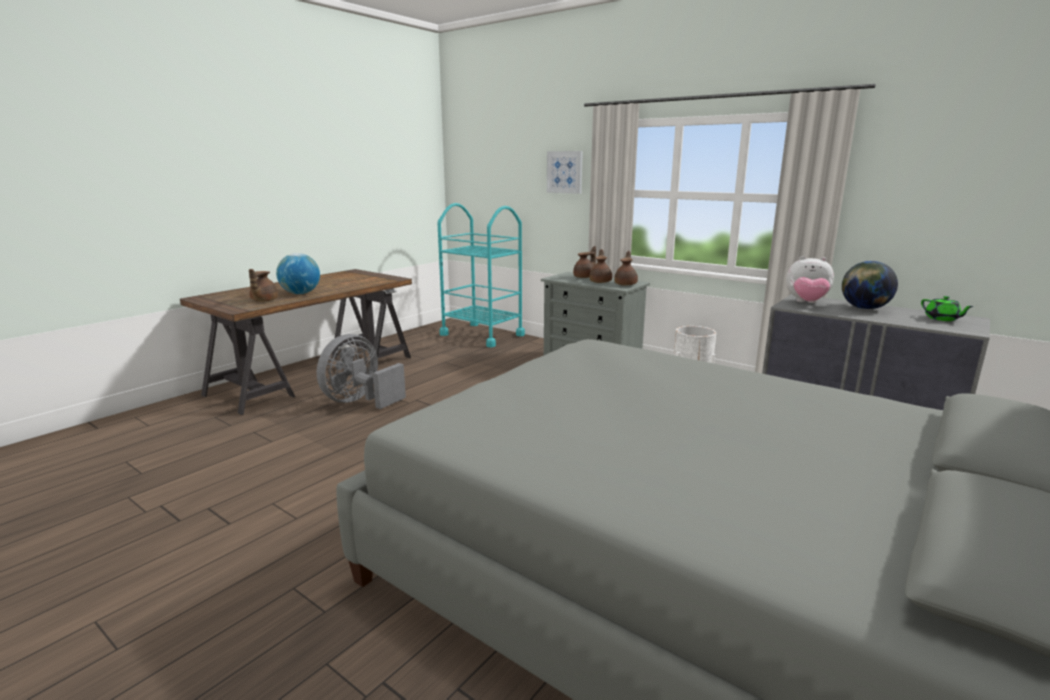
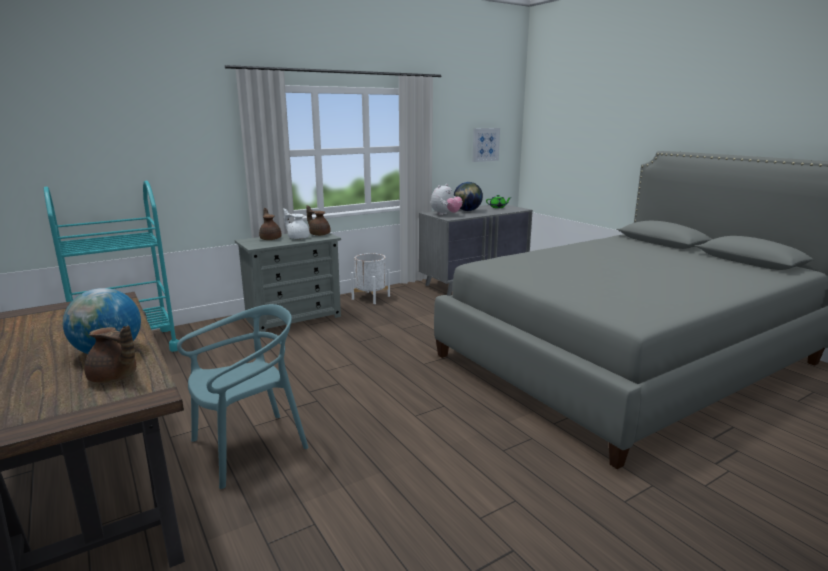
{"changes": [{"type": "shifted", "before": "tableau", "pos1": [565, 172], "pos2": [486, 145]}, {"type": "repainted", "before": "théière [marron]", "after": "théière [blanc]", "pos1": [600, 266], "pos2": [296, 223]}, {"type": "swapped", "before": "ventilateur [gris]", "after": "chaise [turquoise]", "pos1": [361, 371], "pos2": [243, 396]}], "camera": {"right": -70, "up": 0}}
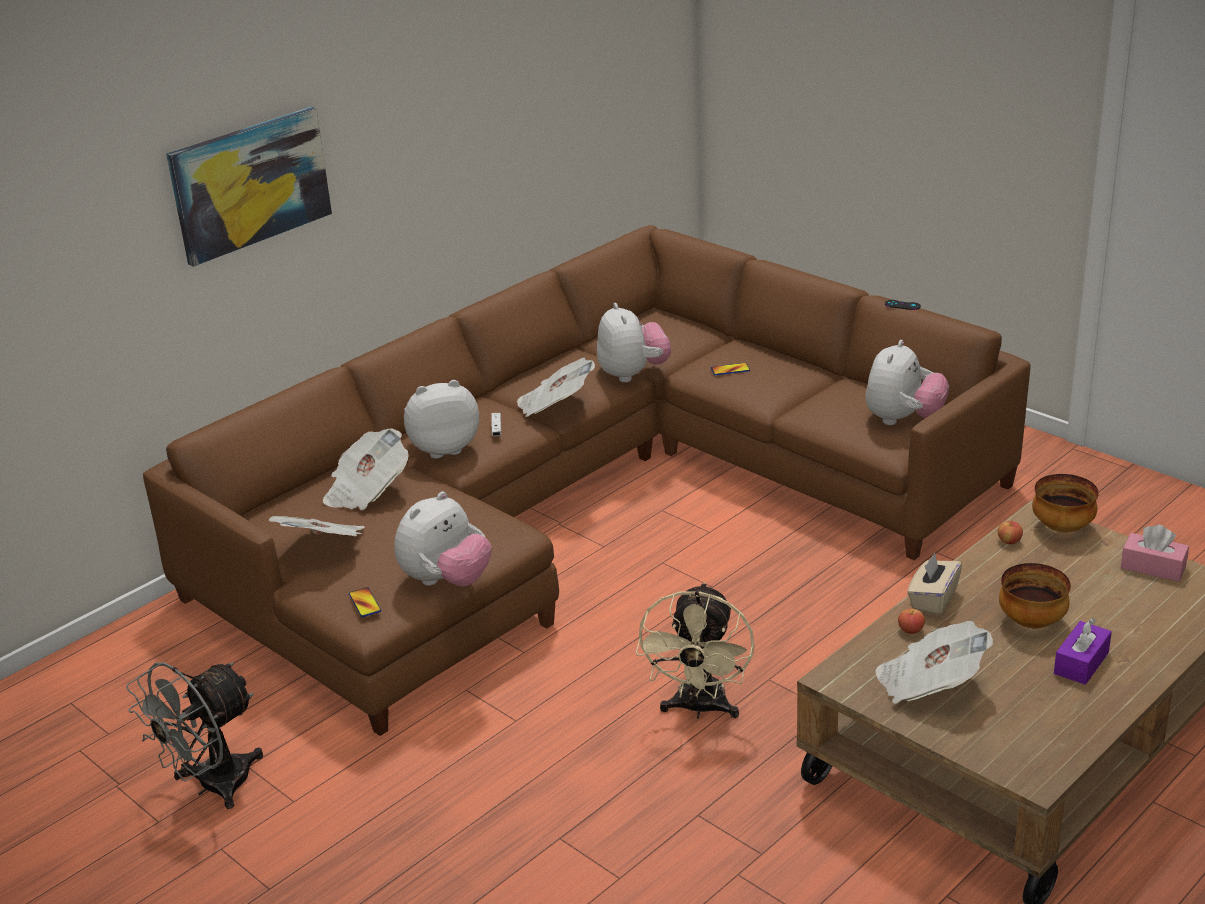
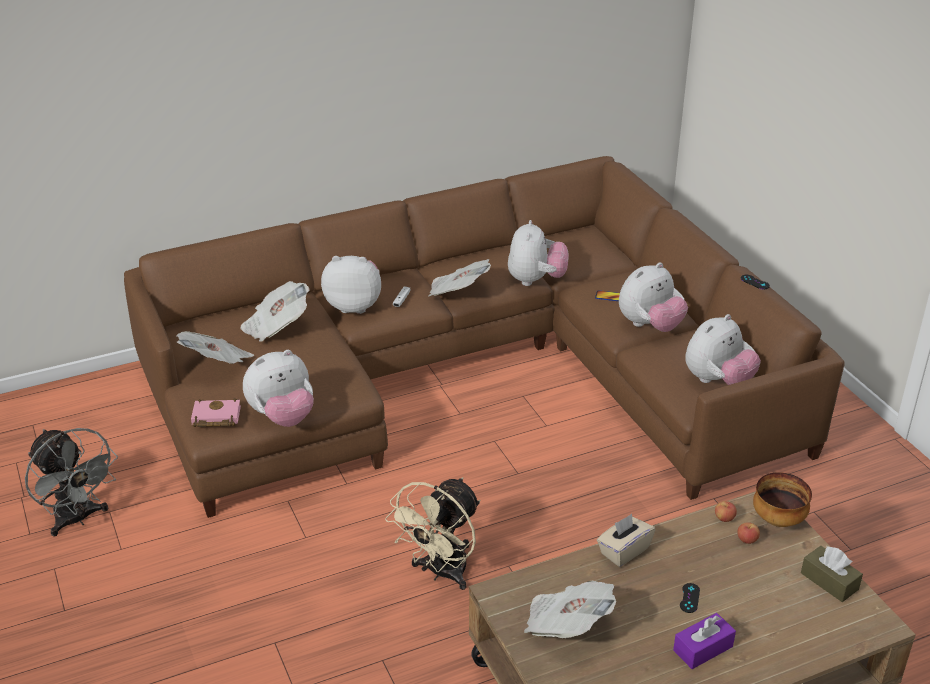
{"changes": [{"type": "gone", "before": "tableau", "pos1": [249, 187]}, {"type": "repainted", "before": "boîte à mouchoirs [rose]", "after": "boîte à mouchoirs [marron]", "pos1": [1155, 553], "pos2": [832, 574]}, {"type": "swapped", "before": "bol", "after": "manette [noir]", "pos1": [1035, 596], "pos2": [690, 598]}, {"type": "swapped", "before": "téléphone", "after": "livre [rose]", "pos1": [365, 602], "pos2": [216, 412]}, {"type": "shifted", "before": "pomme", "pos1": [911, 621], "pos2": [748, 533]}, {"type": "rotated", "before": "ventilateur [gris]", "pos1": [194, 735], "pos2": [71, 482], "turn": -105}, {"type": "new", "after": "peluche", "pos2": [653, 297]}], "camera": {"right": 20, "up": 5}}
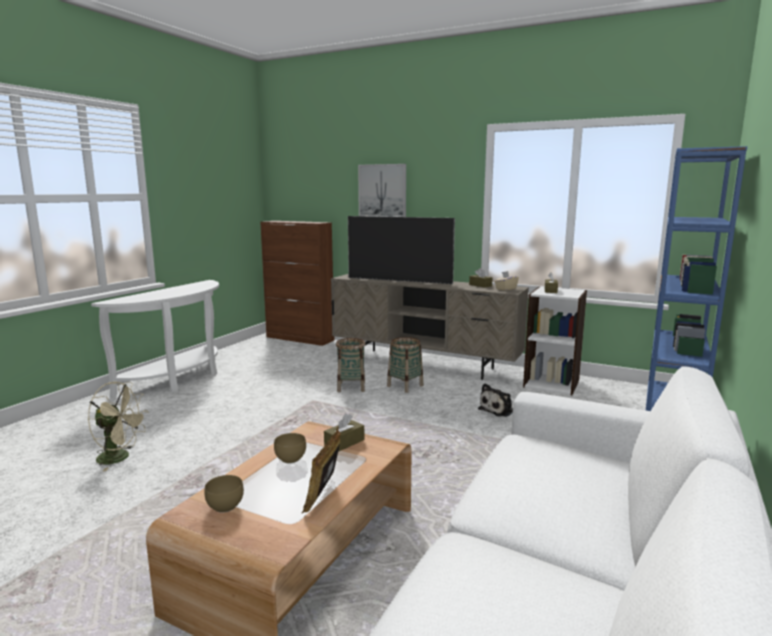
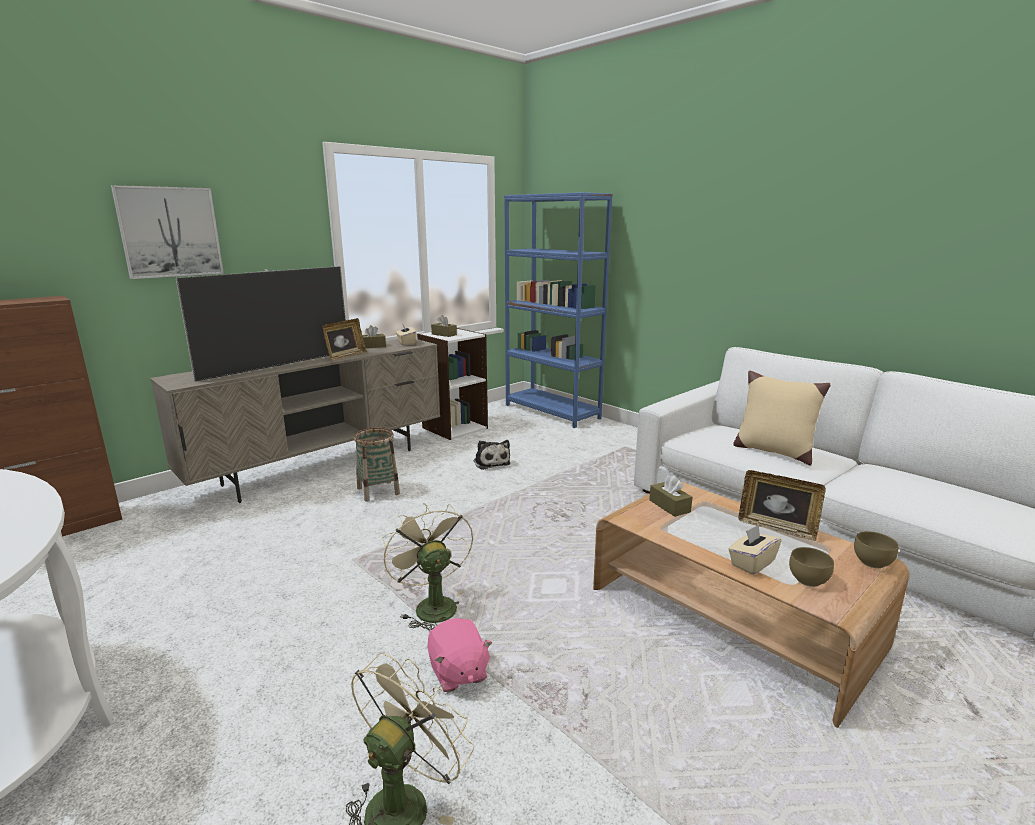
{"changes": [{"type": "gone", "before": "panier", "pos1": [351, 365]}, {"type": "shifted", "before": "bol [marron]", "pos1": [290, 448], "pos2": [876, 549]}, {"type": "new", "after": "cadre photo", "pos2": [344, 339]}, {"type": "new", "after": "coussin [beige]", "pos2": [781, 418]}, {"type": "new", "after": "ventilateur [beige]", "pos2": [427, 567]}, {"type": "new", "after": "boîte à mouchoirs [beige]", "pos2": [755, 549]}, {"type": "new", "after": "peluche [rose]", "pos2": [459, 655]}], "camera": {"right": -70, "up": 5}}
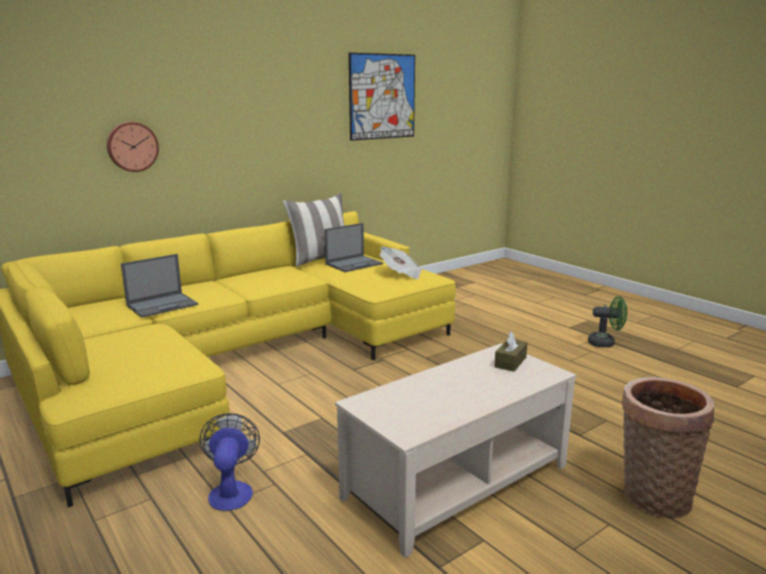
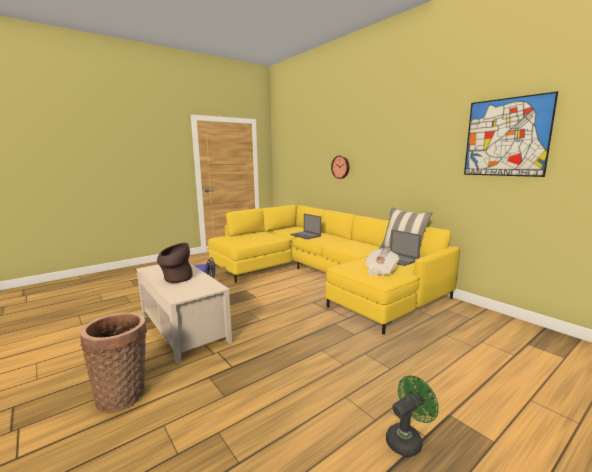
{"changes": [{"type": "rotated", "before": "ventilateur [vert]", "pos1": [607, 322], "pos2": [412, 416], "turn": -135}, {"type": "gone", "before": "boîte à mouchoirs [marron]", "pos1": [510, 351]}, {"type": "new", "after": "vase [marron]", "pos2": [175, 263]}], "camera": {"right": 90, "up": -5}}
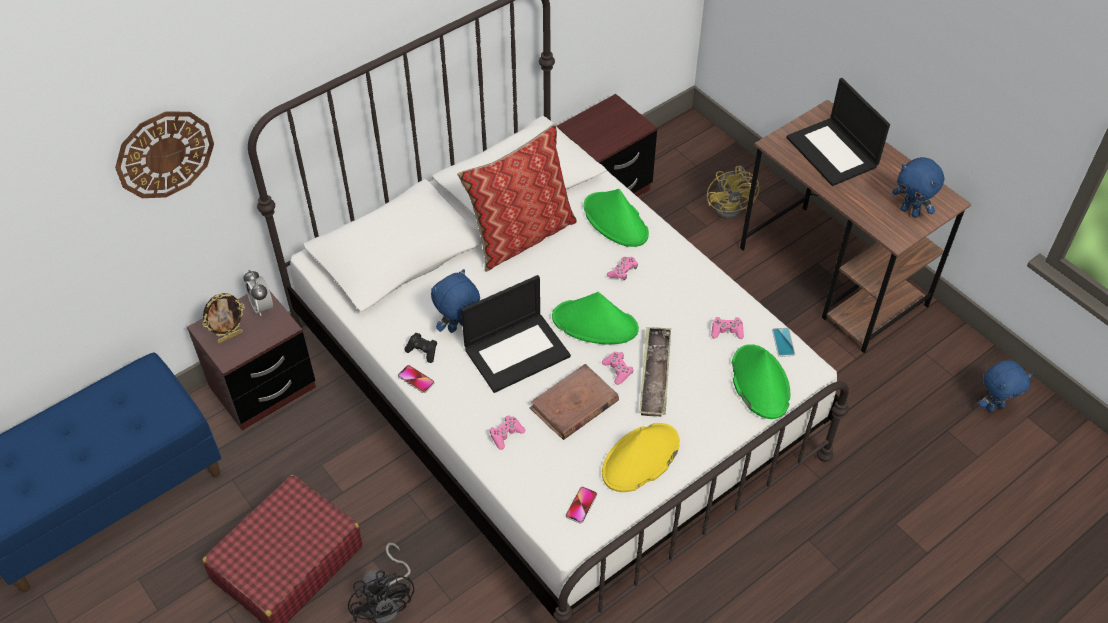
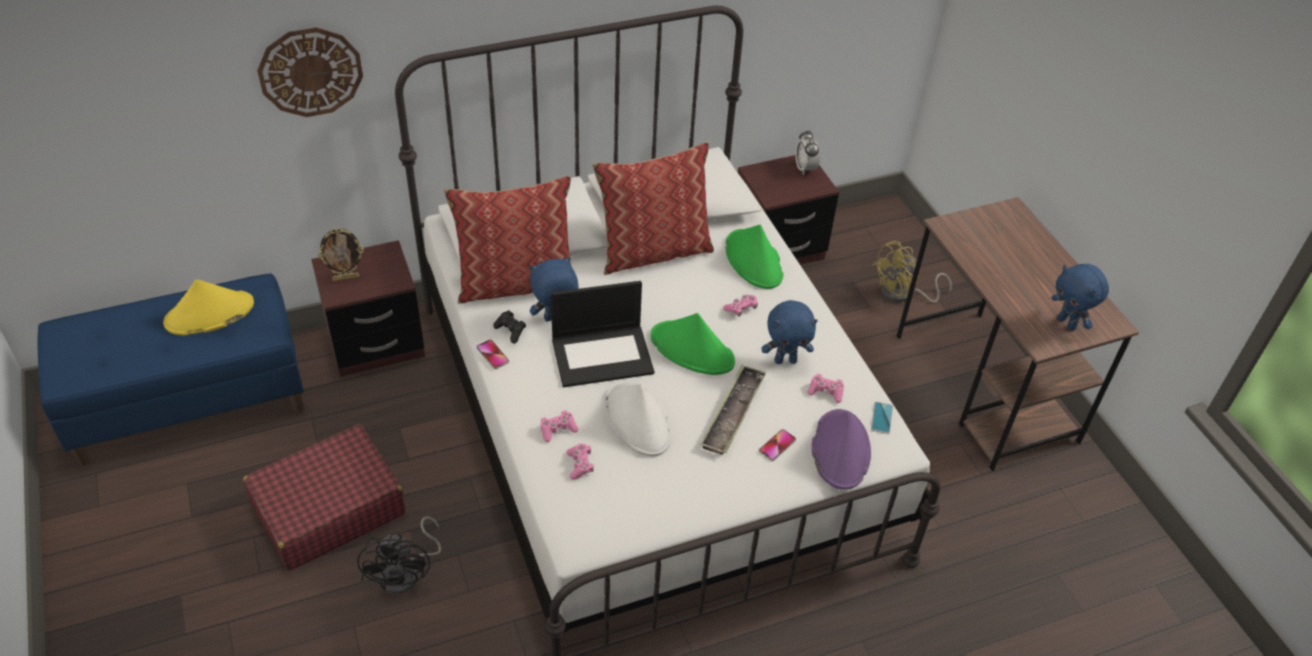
{"changes": [{"type": "gone", "before": "ordinateur portable", "pos1": [838, 132]}, {"type": "rotated", "before": "ventilateur [jaune]", "pos1": [733, 192], "pos2": [912, 272], "turn": 45}, {"type": "shifted", "before": "réveil", "pos1": [258, 293], "pos2": [808, 152]}, {"type": "repainted", "before": "chapeau [vert]", "after": "chapeau [violet]", "pos1": [761, 381], "pos2": [841, 449]}, {"type": "shifted", "before": "manette [rose]", "pos1": [617, 368], "pos2": [580, 461]}, {"type": "shifted", "before": "peluche [bleu]", "pos1": [1005, 386], "pos2": [790, 332]}, {"type": "swapped", "before": "livre [marron]", "after": "chapeau [blanc]", "pos1": [574, 402], "pos2": [638, 419]}, {"type": "shifted", "before": "chapeau [jaune]", "pos1": [641, 457], "pos2": [208, 307]}, {"type": "shifted", "before": "téléphone", "pos1": [581, 505], "pos2": [777, 445]}, {"type": "new", "after": "coussin", "pos2": [507, 239]}], "camera": {"right": 15, "up": -5}}
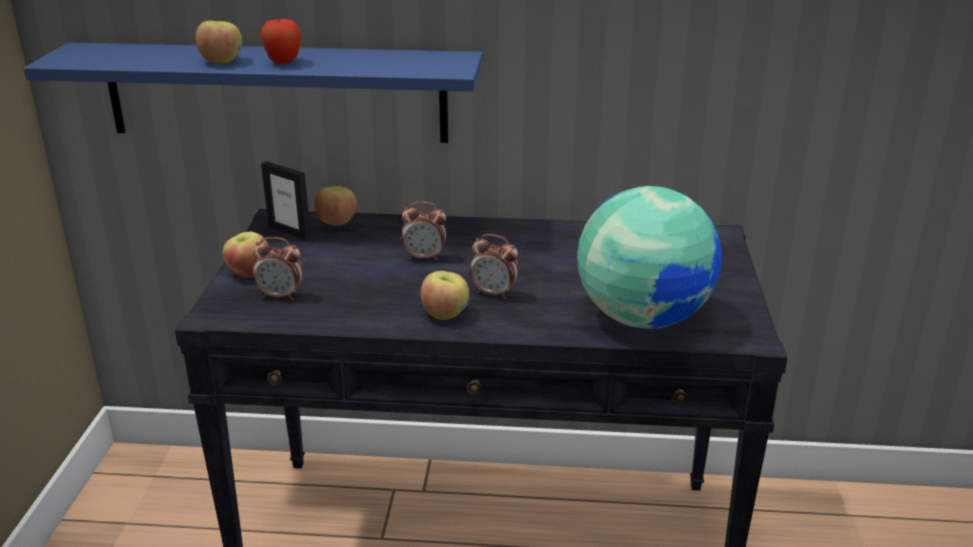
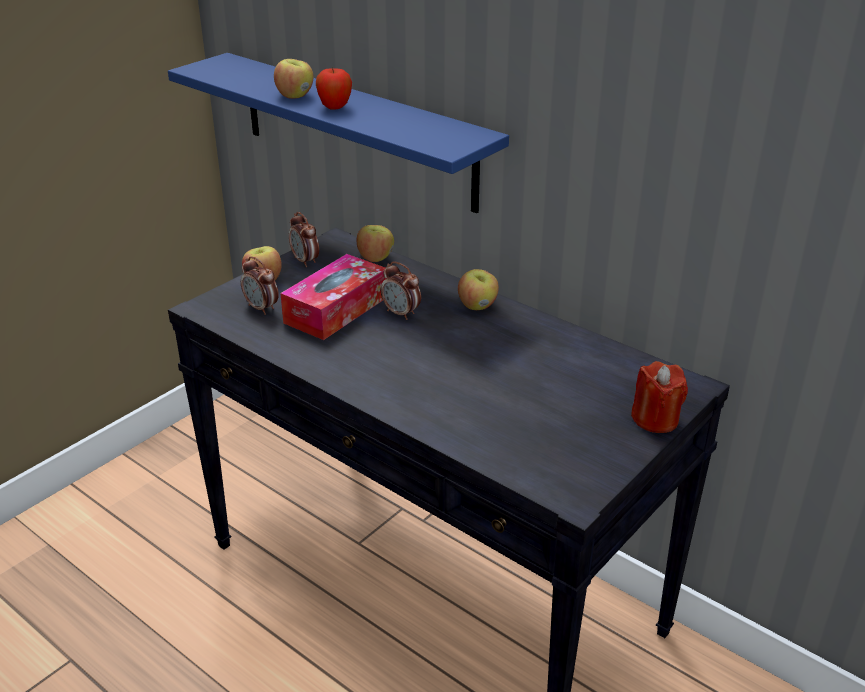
{"changes": [{"type": "gone", "before": "cadre photo", "pos1": [286, 200]}, {"type": "gone", "before": "globe", "pos1": [649, 257]}, {"type": "shifted", "before": "réveil", "pos1": [494, 266], "pos2": [304, 239]}, {"type": "shifted", "before": "pomme", "pos1": [445, 295], "pos2": [478, 289]}, {"type": "new", "after": "boîte à mouchoirs", "pos2": [333, 297]}, {"type": "new", "after": "bougie [rouge]", "pos2": [659, 397]}], "camera": {"right": 35, "up": 5}}
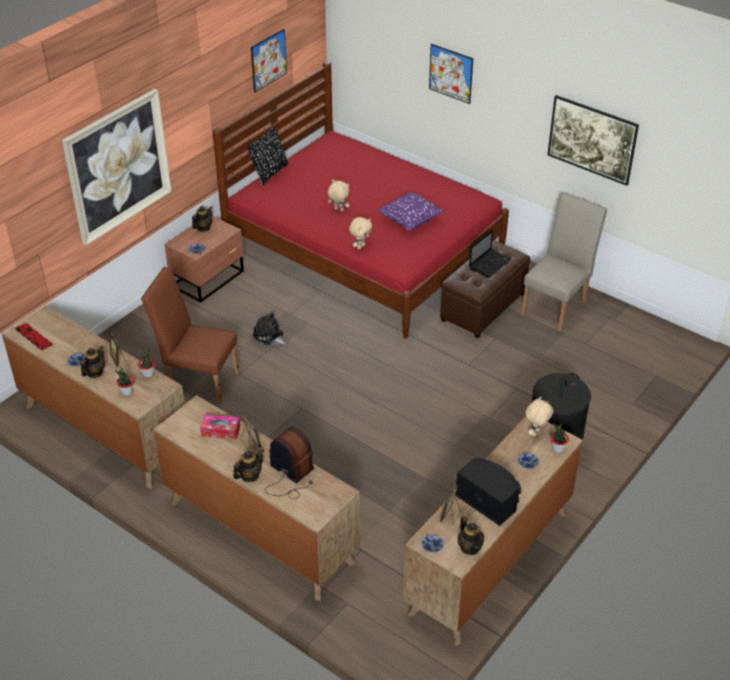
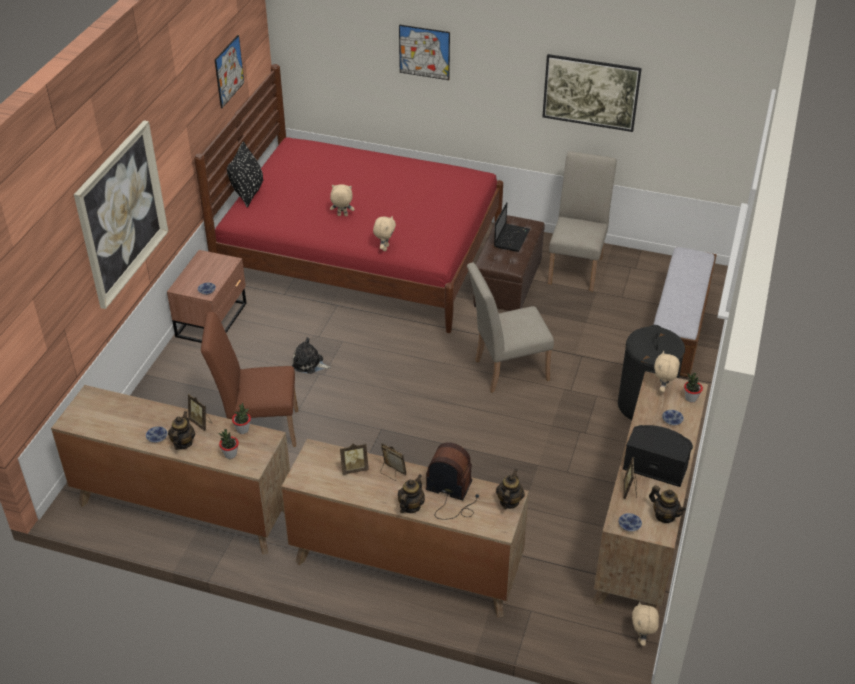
{"changes": [{"type": "gone", "before": "coussin [violet]", "pos1": [411, 211]}, {"type": "shifted", "before": "théière", "pos1": [202, 219], "pos2": [510, 489]}, {"type": "gone", "before": "clavier", "pos1": [34, 336]}, {"type": "swapped", "before": "boîte à mouchoirs", "after": "cadre photo", "pos1": [220, 427], "pos2": [354, 459]}, {"type": "new", "after": "banc", "pos2": [685, 312]}, {"type": "new", "after": "chaise [beige]", "pos2": [510, 327]}, {"type": "new", "after": "peluche [beige]", "pos2": [645, 624]}], "camera": {"right": -20, "up": 0}}
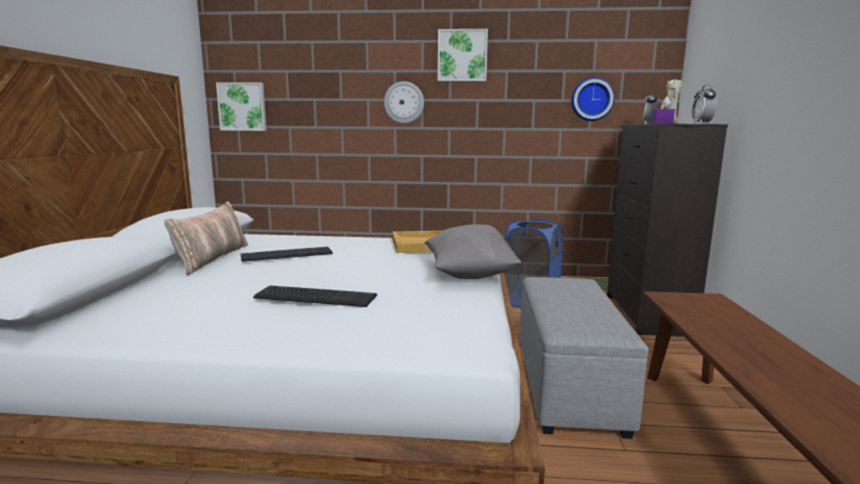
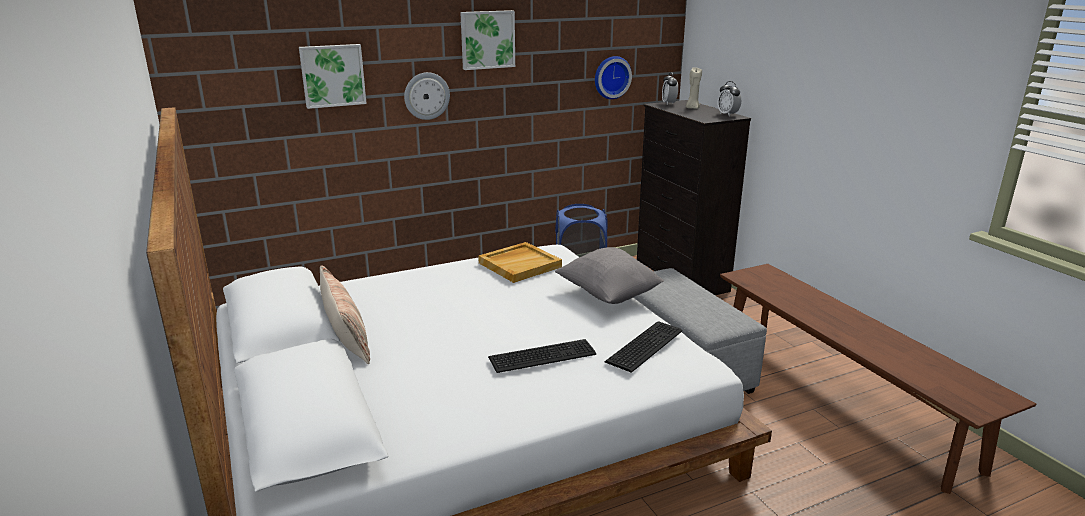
{"changes": [{"type": "shifted", "before": "tableau", "pos1": [241, 107], "pos2": [333, 76]}, {"type": "gone", "before": "boîte à mouchoirs [violet]", "pos1": [663, 110]}, {"type": "shifted", "before": "clavier", "pos1": [287, 254], "pos2": [643, 347]}], "camera": {"right": -30, "up": 10}}
